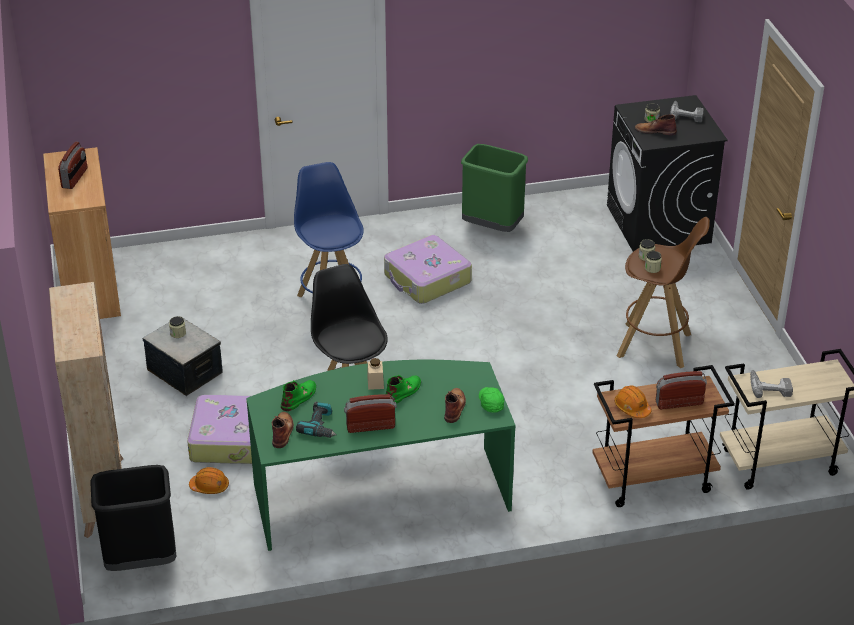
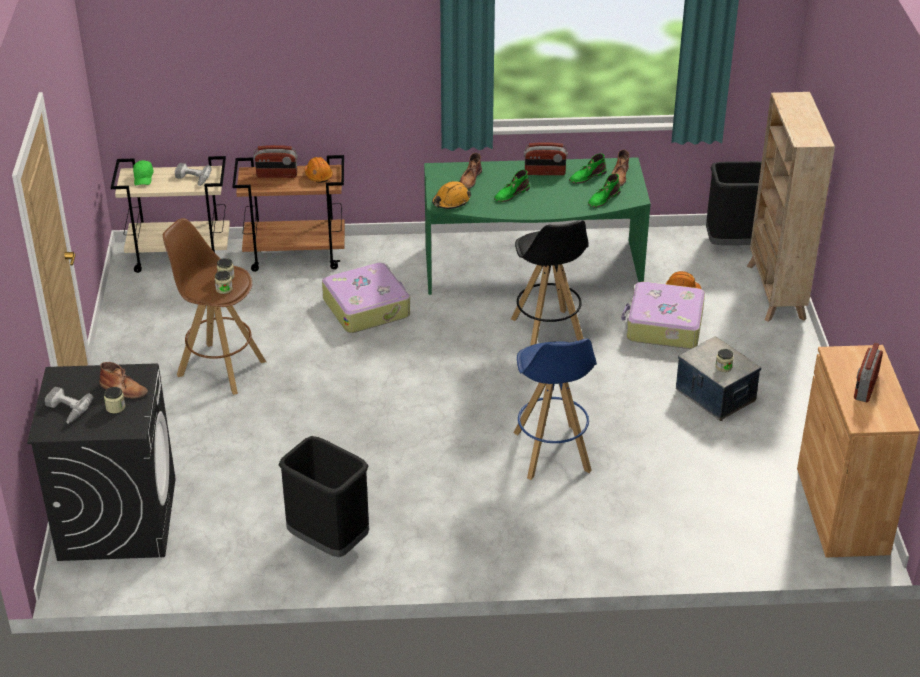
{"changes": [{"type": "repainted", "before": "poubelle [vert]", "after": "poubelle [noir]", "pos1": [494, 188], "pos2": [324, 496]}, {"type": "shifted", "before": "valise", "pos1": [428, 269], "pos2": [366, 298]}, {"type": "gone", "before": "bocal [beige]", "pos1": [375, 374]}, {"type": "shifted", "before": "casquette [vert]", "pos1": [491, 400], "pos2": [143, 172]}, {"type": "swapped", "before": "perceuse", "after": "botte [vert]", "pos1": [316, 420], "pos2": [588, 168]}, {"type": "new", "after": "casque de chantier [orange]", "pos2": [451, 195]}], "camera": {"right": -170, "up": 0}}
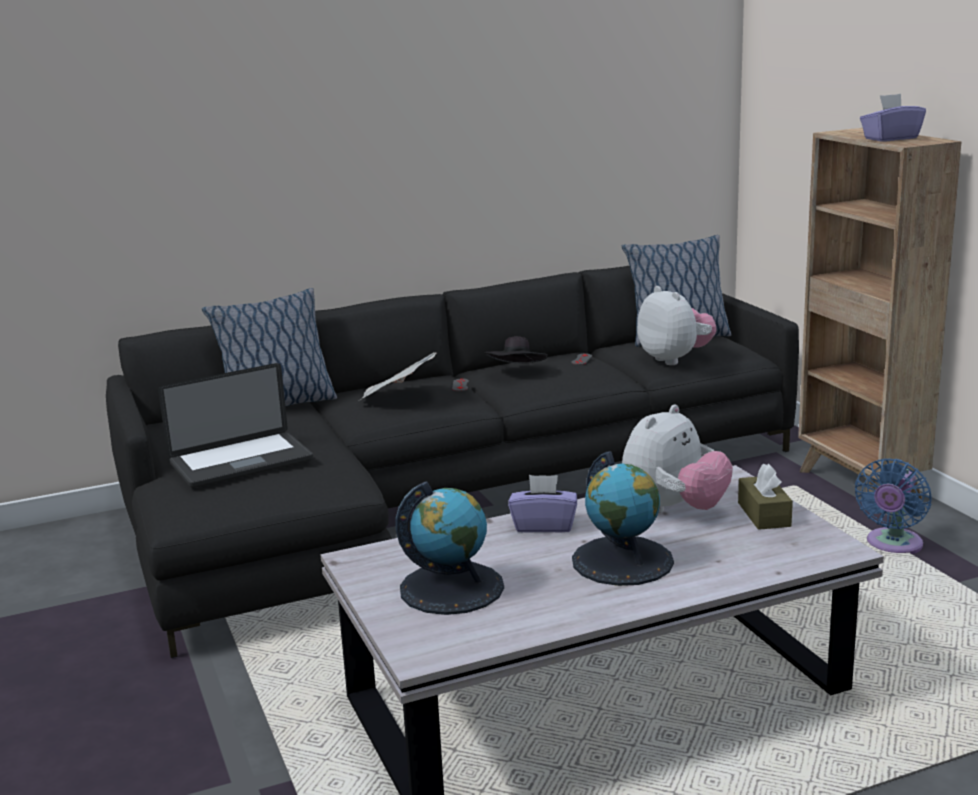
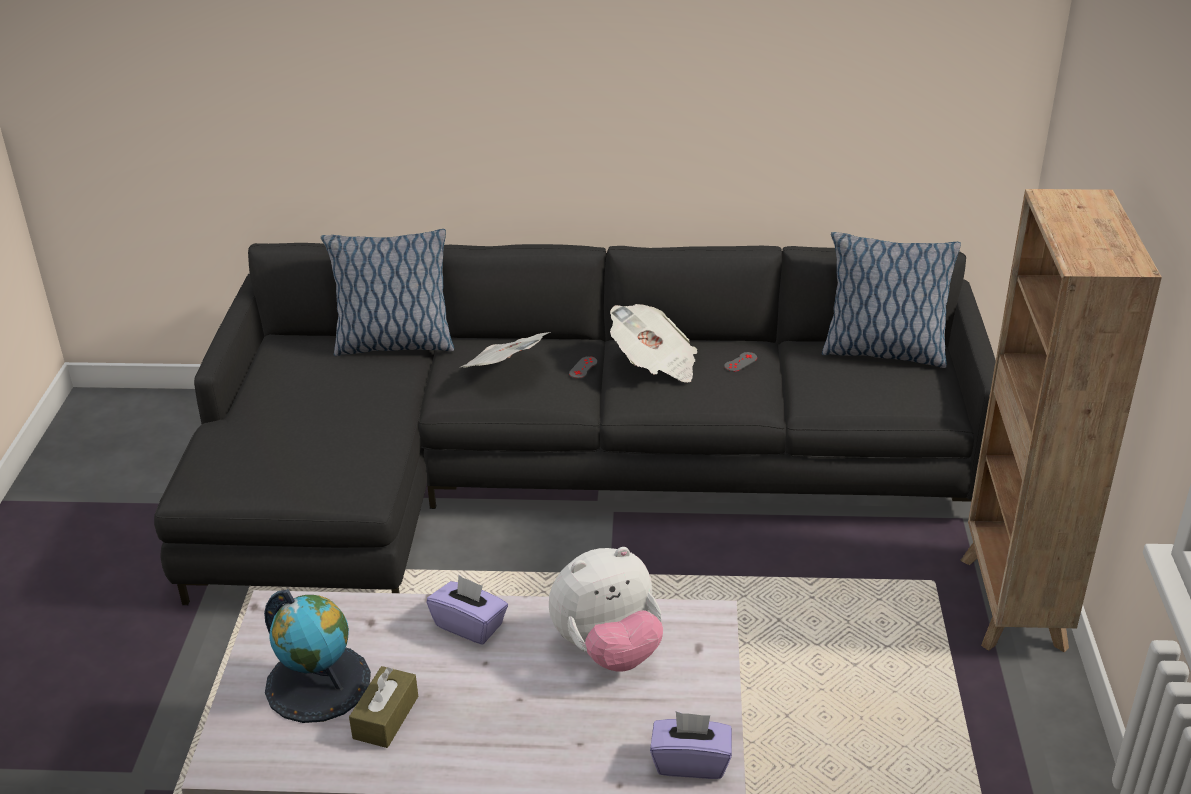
{"changes": [{"type": "shifted", "before": "boîte à mouchoirs [violet]", "pos1": [893, 117], "pos2": [691, 745]}, {"type": "gone", "before": "peluche", "pos1": [676, 325]}, {"type": "swapped", "before": "chapeau [noir]", "after": "journal", "pos1": [516, 349], "pos2": [653, 343]}, {"type": "gone", "before": "ordinateur portable", "pos1": [235, 425]}, {"type": "gone", "before": "globe", "pos1": [623, 518]}, {"type": "gone", "before": "ventilateur [bleu]", "pos1": [893, 506]}, {"type": "shifted", "before": "boîte à mouchoirs [marron]", "pos1": [765, 497], "pos2": [383, 707]}], "camera": {"right": 25, "up": 15}}
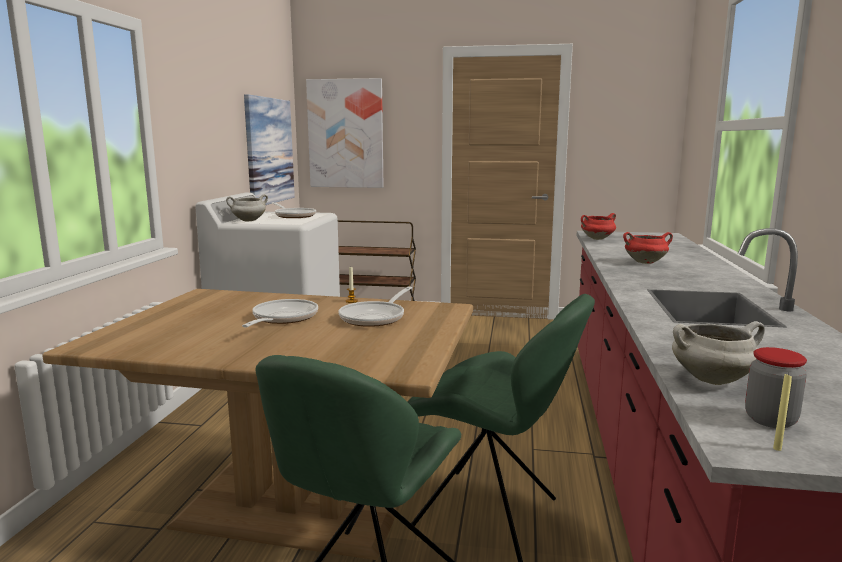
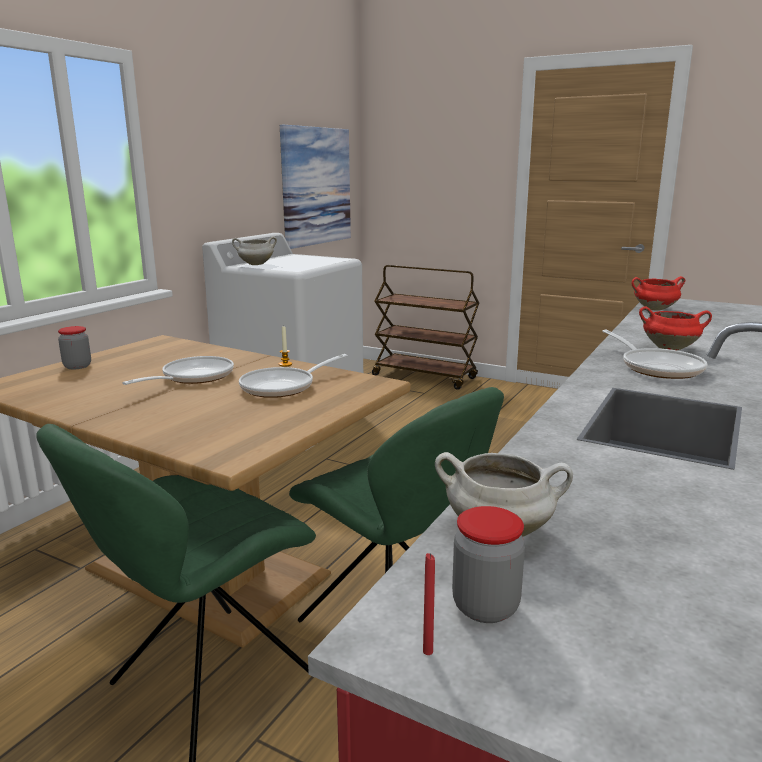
{"changes": [{"type": "gone", "before": "tableau", "pos1": [345, 133]}, {"type": "shifted", "before": "poêle", "pos1": [294, 210], "pos2": [654, 354]}, {"type": "repainted", "before": "bougie [jaune]", "after": "bougie [rouge]", "pos1": [782, 412], "pos2": [429, 604]}, {"type": "new", "after": "bocal", "pos2": [74, 347]}], "camera": {"right": 20, "up": 5}}
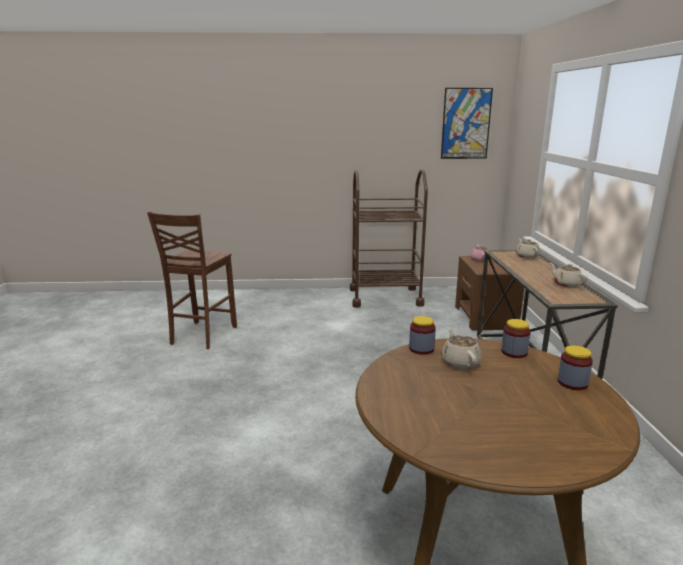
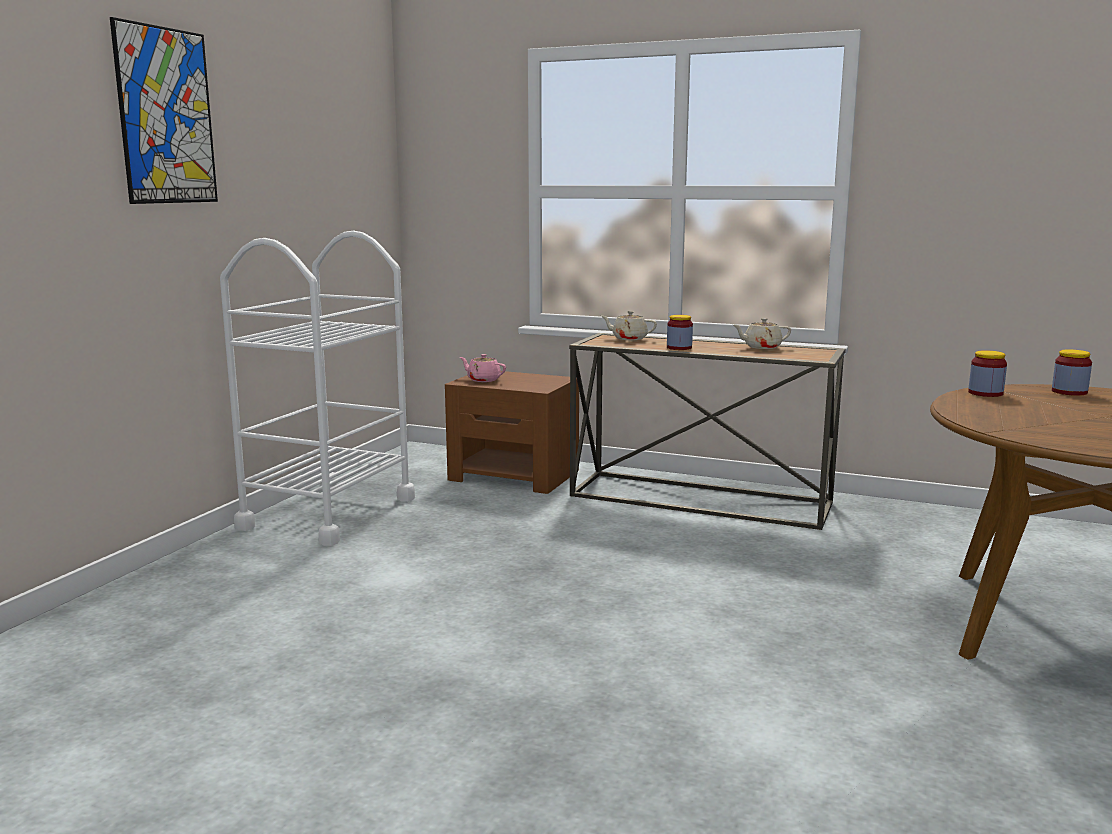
{"changes": [{"type": "shifted", "before": "tableau", "pos1": [467, 123], "pos2": [164, 110]}, {"type": "repainted", "before": "chariot [marron]", "after": "chariot [blanc]", "pos1": [389, 238], "pos2": [317, 388]}, {"type": "gone", "before": "chaise [marron]", "pos1": [192, 280]}, {"type": "shifted", "before": "bocal", "pos1": [422, 335], "pos2": [680, 332]}, {"type": "gone", "before": "théière [beige]", "pos1": [461, 348]}], "camera": {"right": -65, "up": -5}}
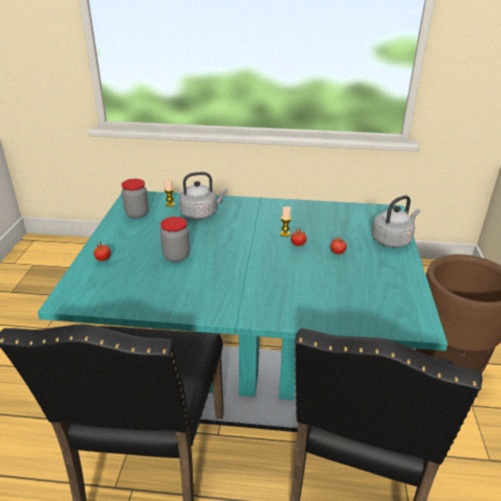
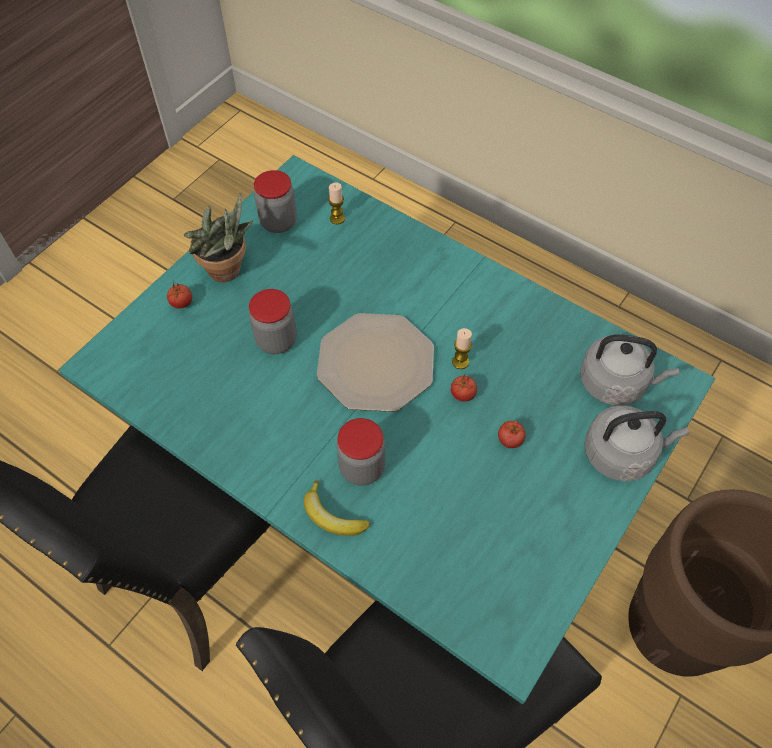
{"changes": [{"type": "shifted", "before": "bouilloire [gris]", "pos1": [203, 195], "pos2": [629, 370]}, {"type": "new", "after": "plante en pot", "pos2": [218, 237]}, {"type": "new", "after": "assiette", "pos2": [375, 362]}, {"type": "new", "after": "bocal", "pos2": [361, 452]}, {"type": "new", "after": "banane", "pos2": [337, 508]}], "camera": {"right": 30, "up": 25}}
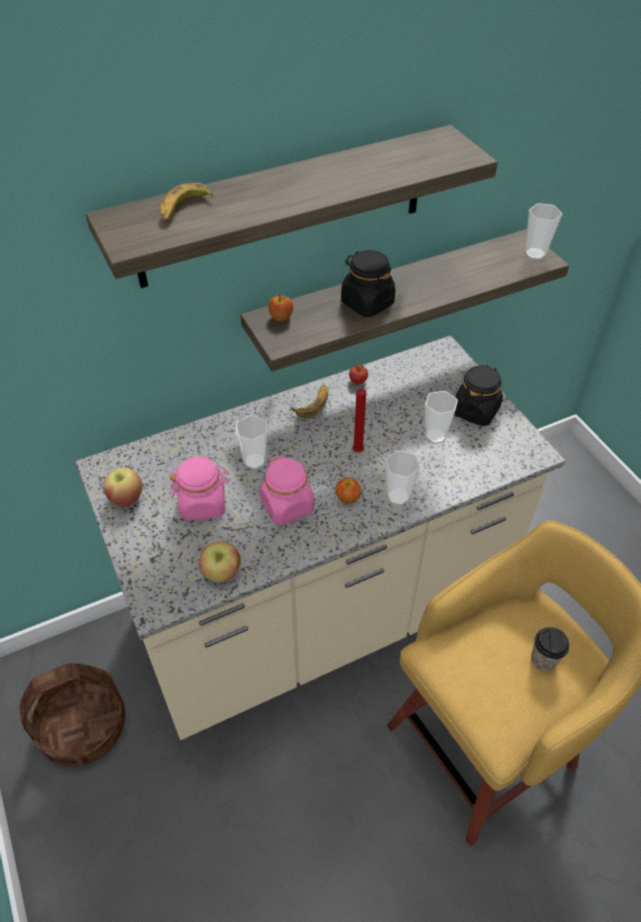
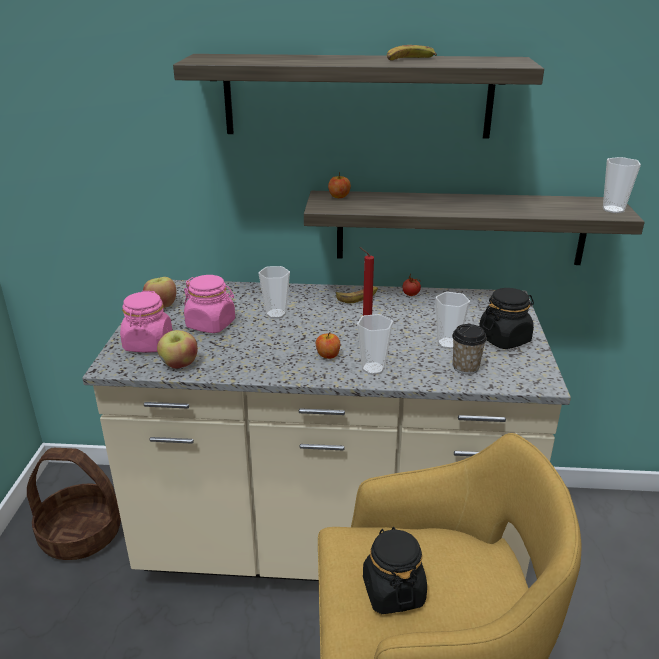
{"changes": [{"type": "shifted", "before": "banane", "pos1": [187, 203], "pos2": [412, 53]}, {"type": "shifted", "before": "bocal [noir]", "pos1": [368, 283], "pos2": [395, 570]}, {"type": "shifted", "before": "bocal [rose]", "pos1": [287, 490], "pos2": [146, 321]}, {"type": "shifted", "before": "tasse", "pos1": [550, 649], "pos2": [469, 349]}], "camera": {"right": 30, "up": -20}}
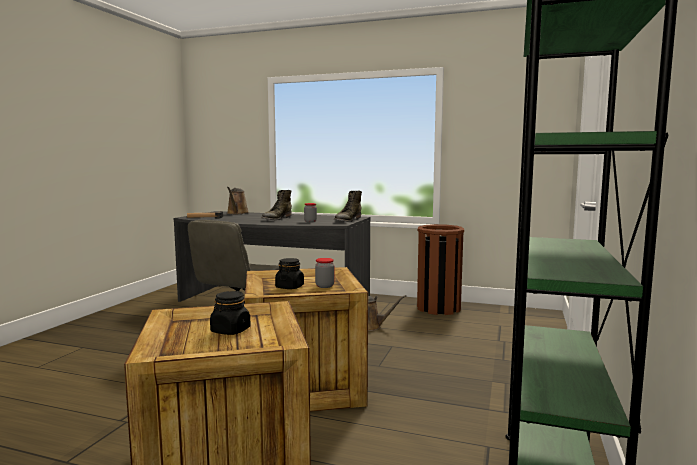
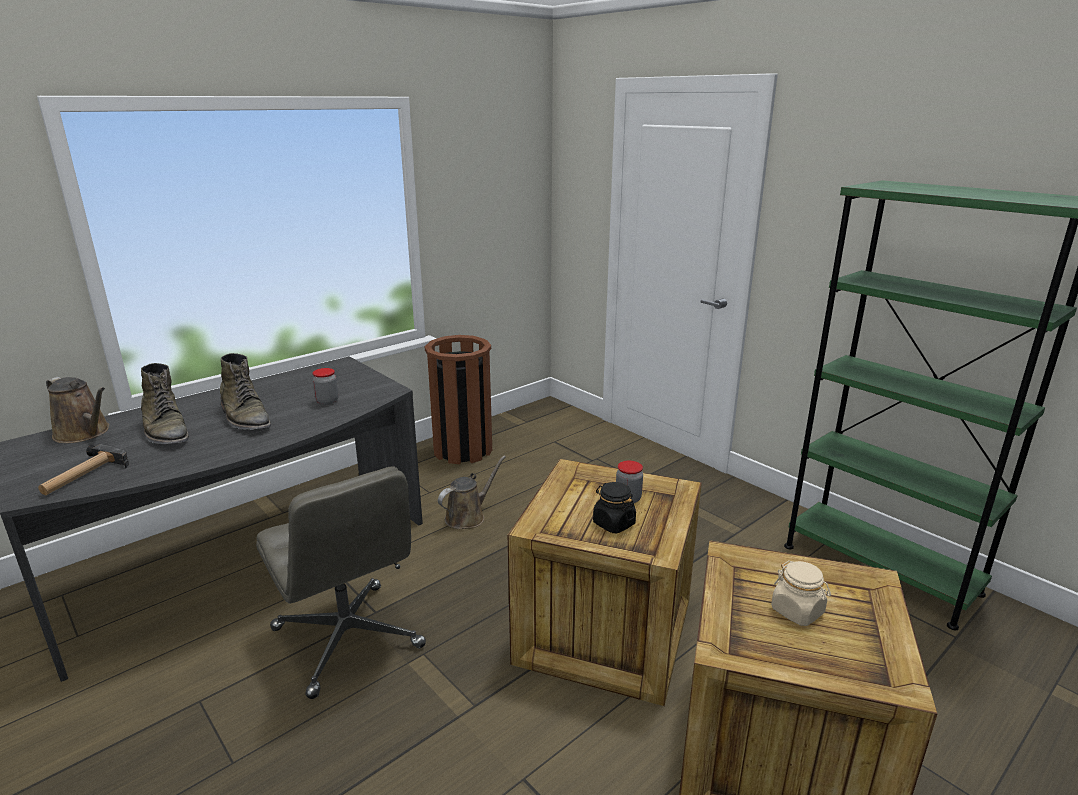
{"changes": [{"type": "shifted", "before": "botte [vert]", "pos1": [348, 206], "pos2": [165, 403]}, {"type": "repainted", "before": "bocal [noir]", "after": "bocal [beige]", "pos1": [230, 313], "pos2": [801, 593]}], "camera": {"right": -60, "up": 15}}
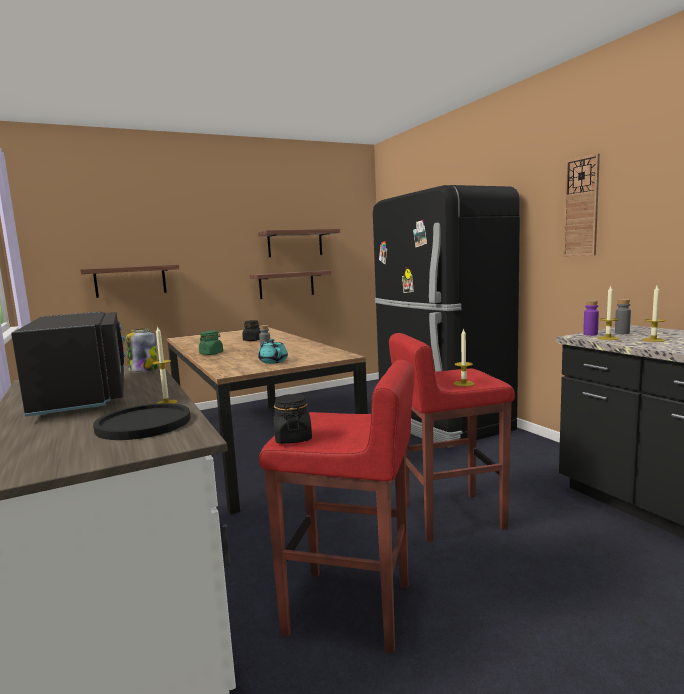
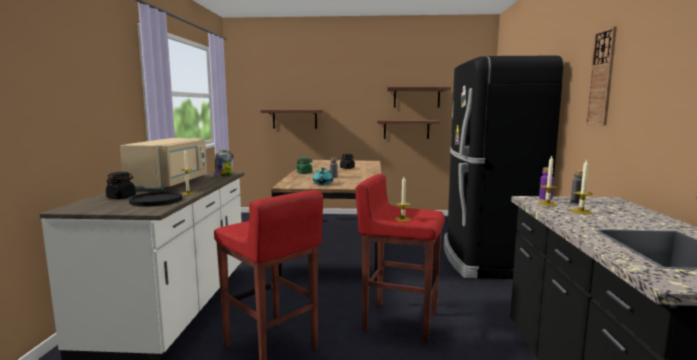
{"changes": [{"type": "repainted", "before": "micro-ondes [noir]", "after": "micro-ondes [beige]", "pos1": [68, 364], "pos2": [163, 164]}, {"type": "shifted", "before": "bocal [noir]", "pos1": [292, 419], "pos2": [121, 185]}], "camera": {"right": 30, "up": 0}}
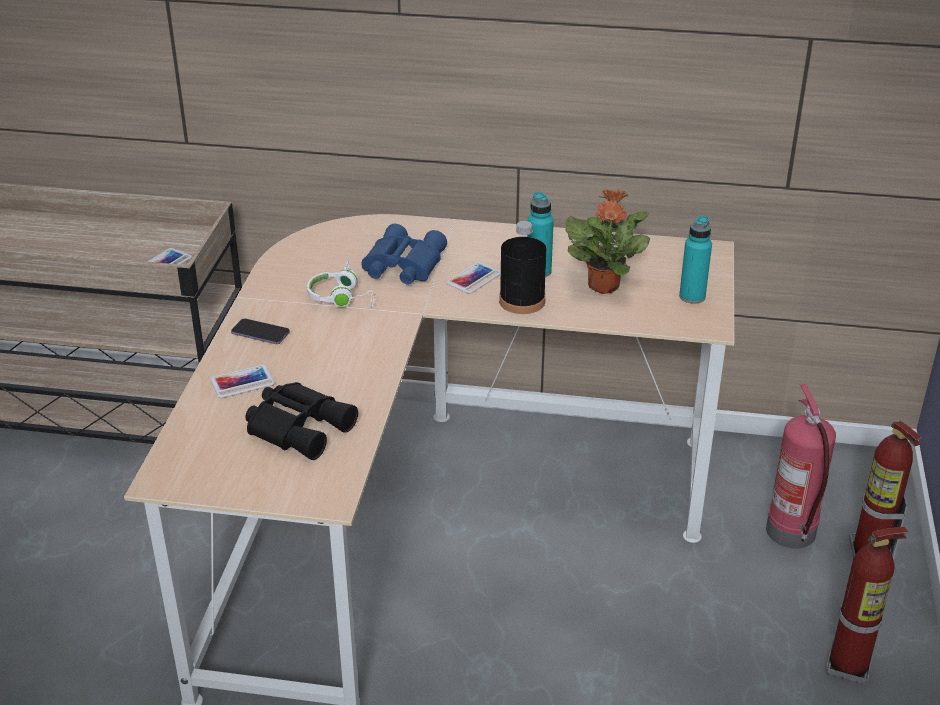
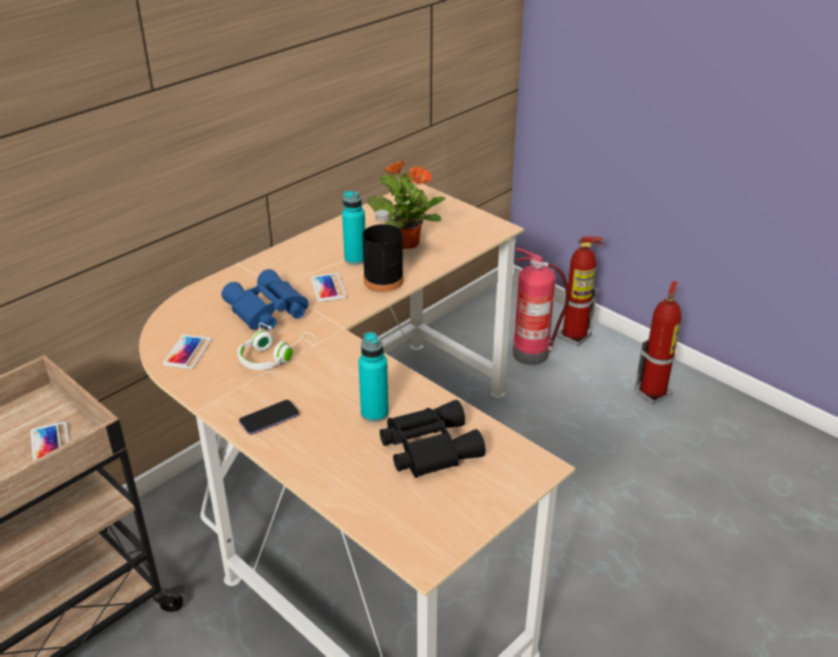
{"changes": [{"type": "shifted", "before": "bouteille [turquoise]", "pos1": [695, 259], "pos2": [373, 377]}, {"type": "shifted", "before": "téléphone", "pos1": [242, 381], "pos2": [187, 352]}], "camera": {"right": -55, "up": 0}}
